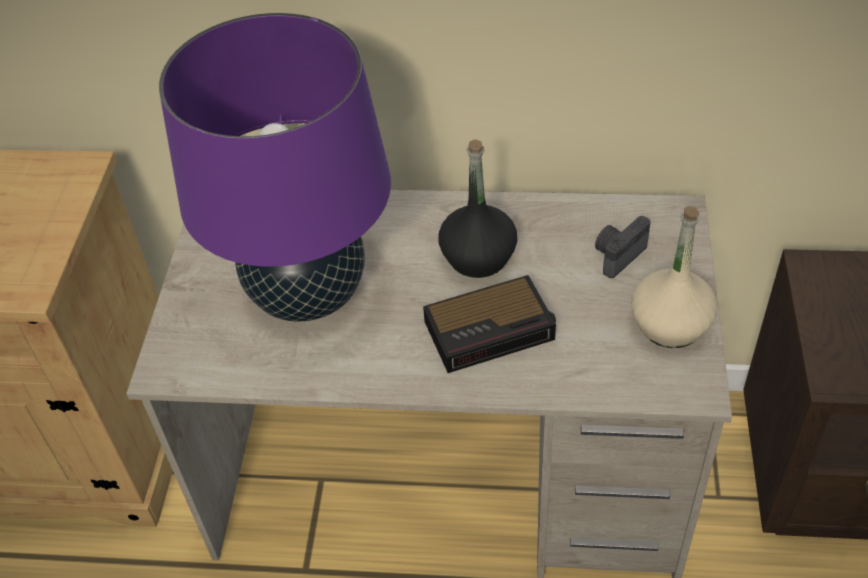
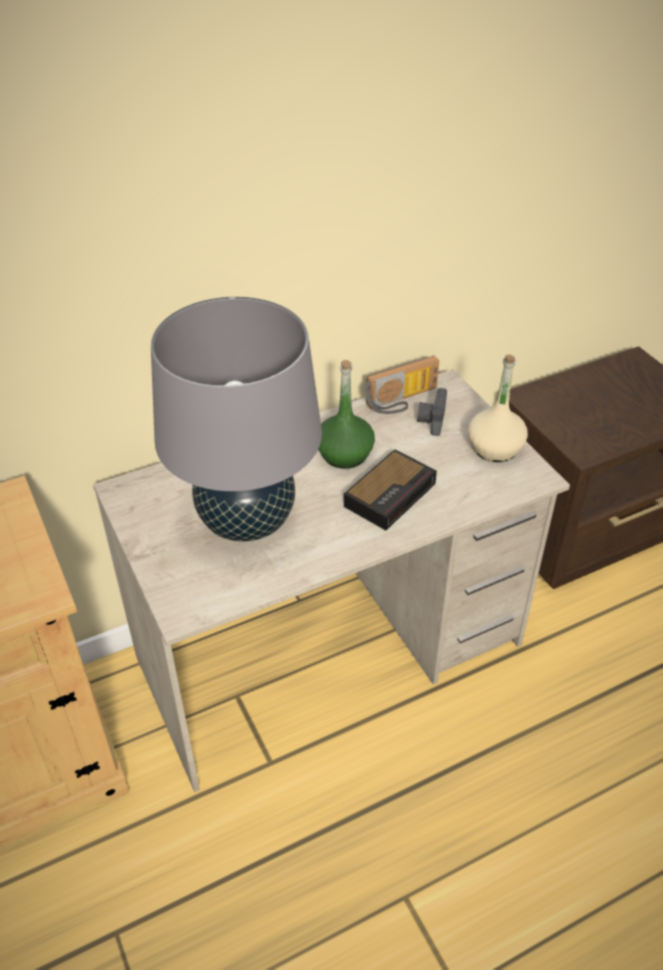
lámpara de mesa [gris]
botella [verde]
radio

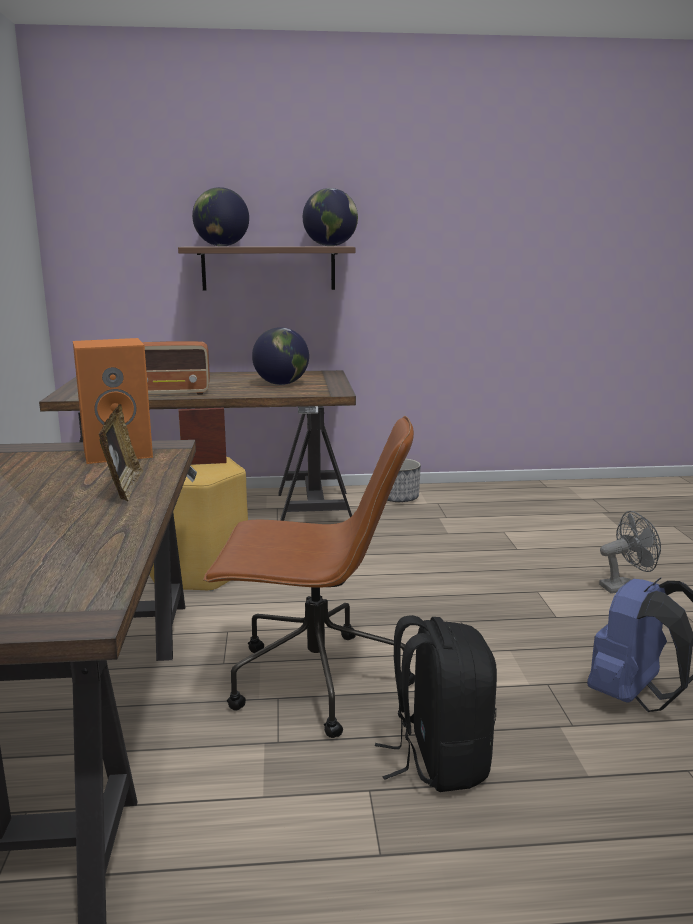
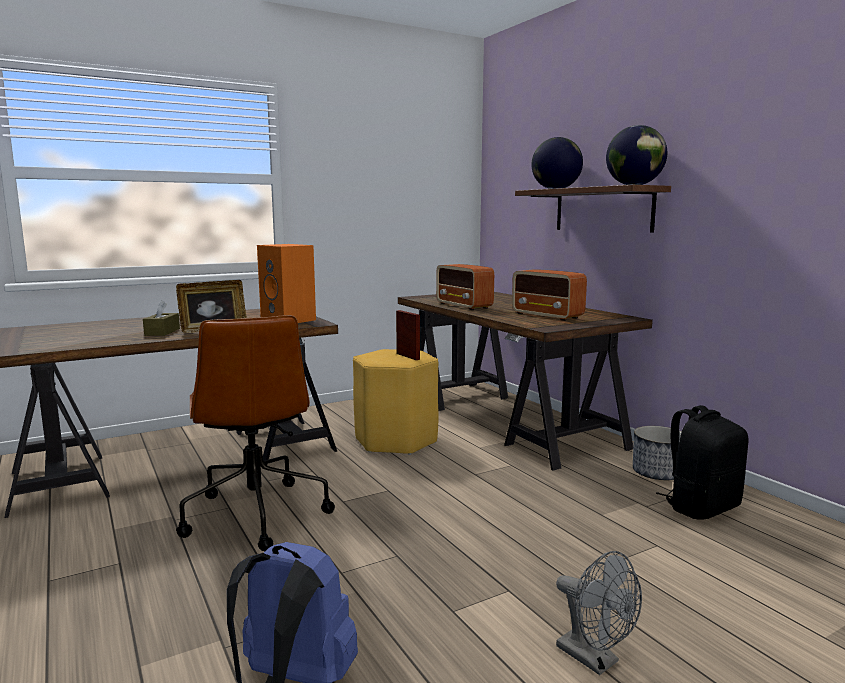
radio (no. 2 from left)
mochila [negro]
caja de pañuelos [marrón]

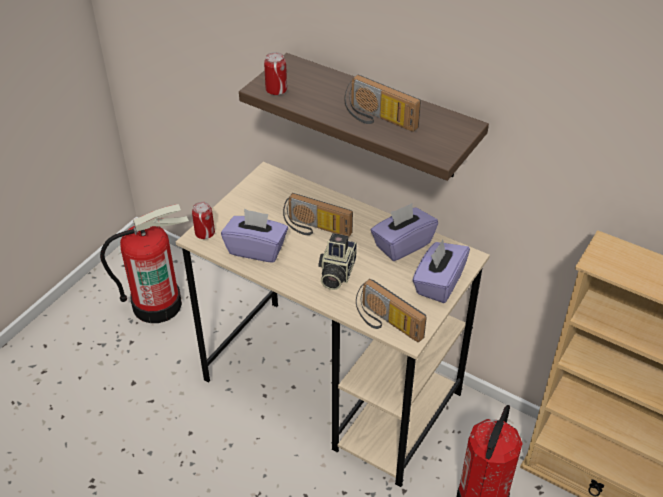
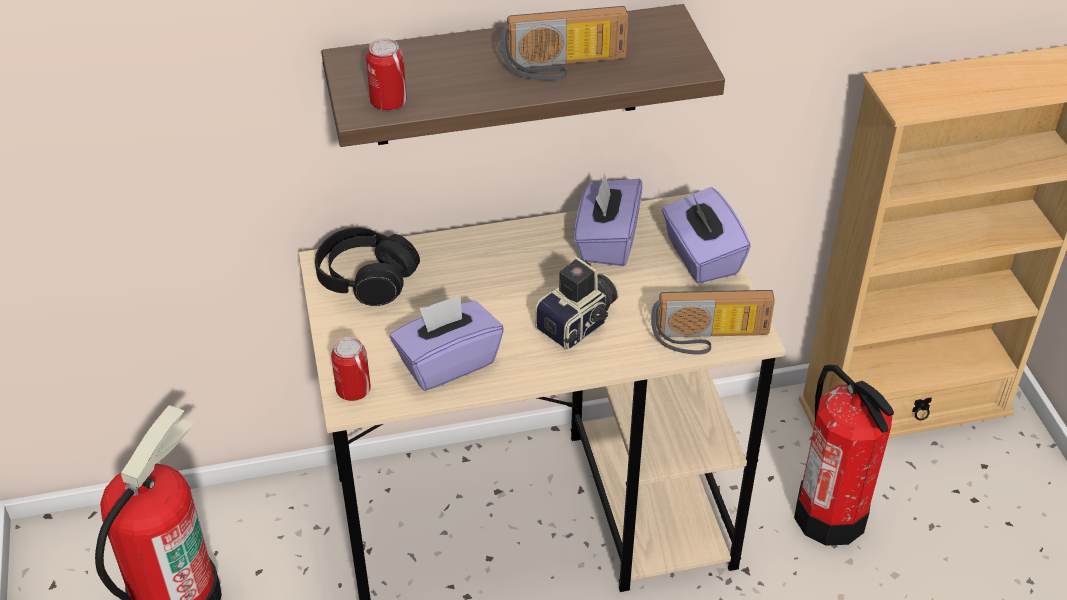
radio (no. 1 from left in the first image)
cámara
auriculares [negro]

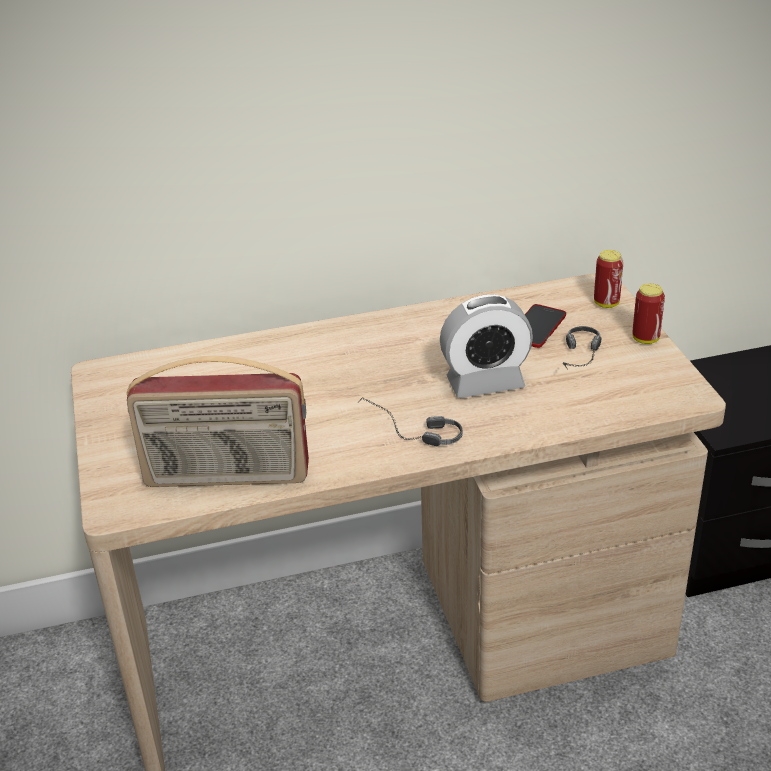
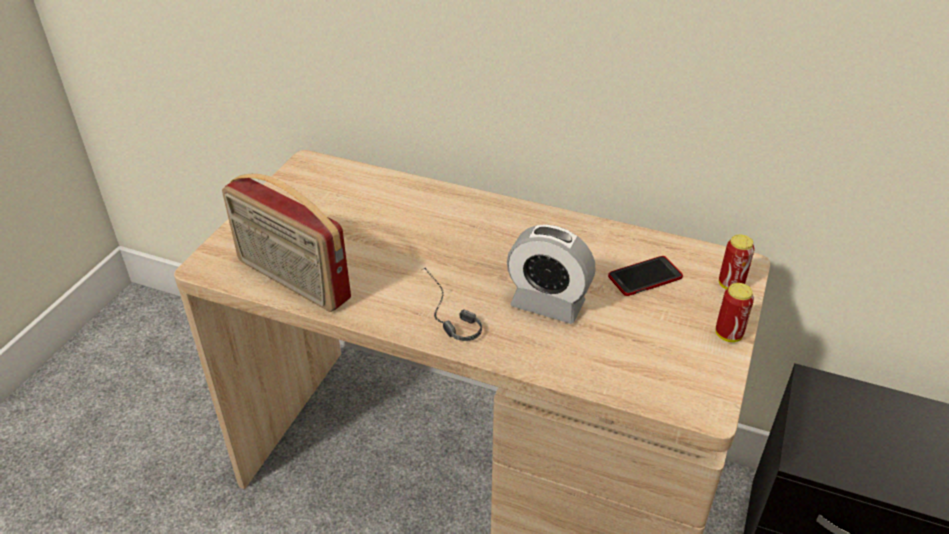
auriculares (no. 2 from left in the first image)

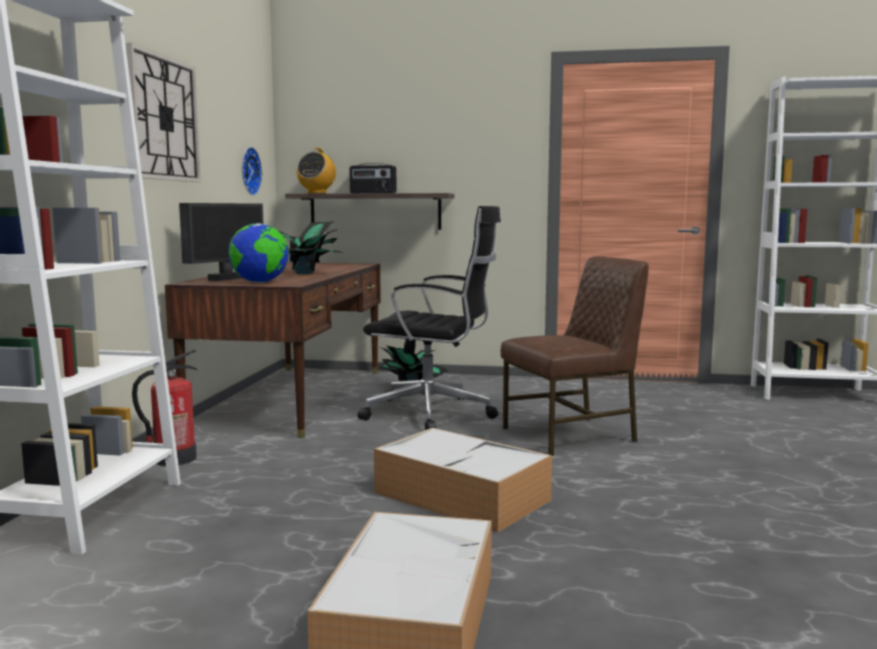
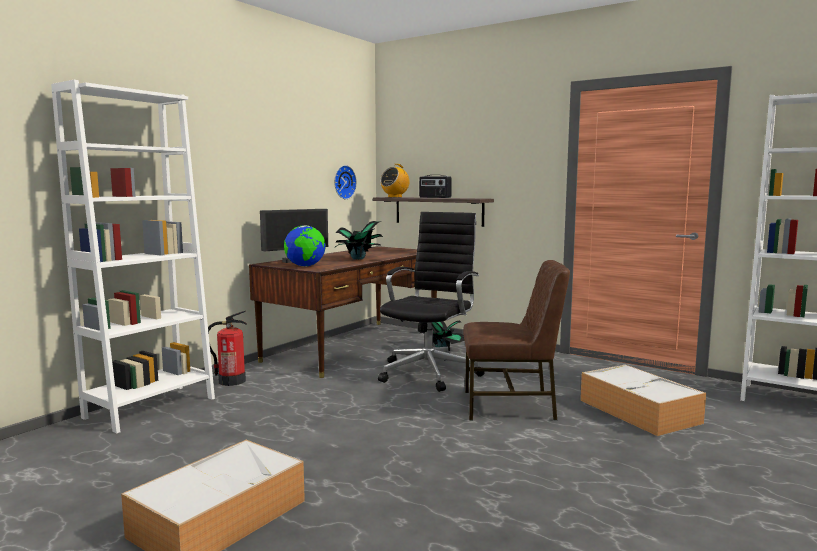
reloj de pared (no. 1 from left in the first image)
silla de oficina [negro]
caja de almacenaje (no. 2 from left)

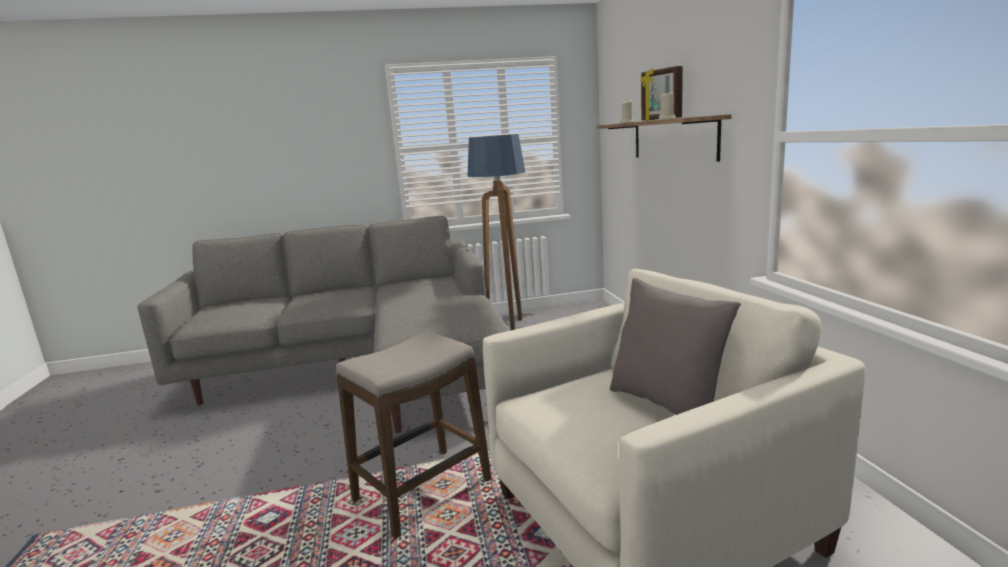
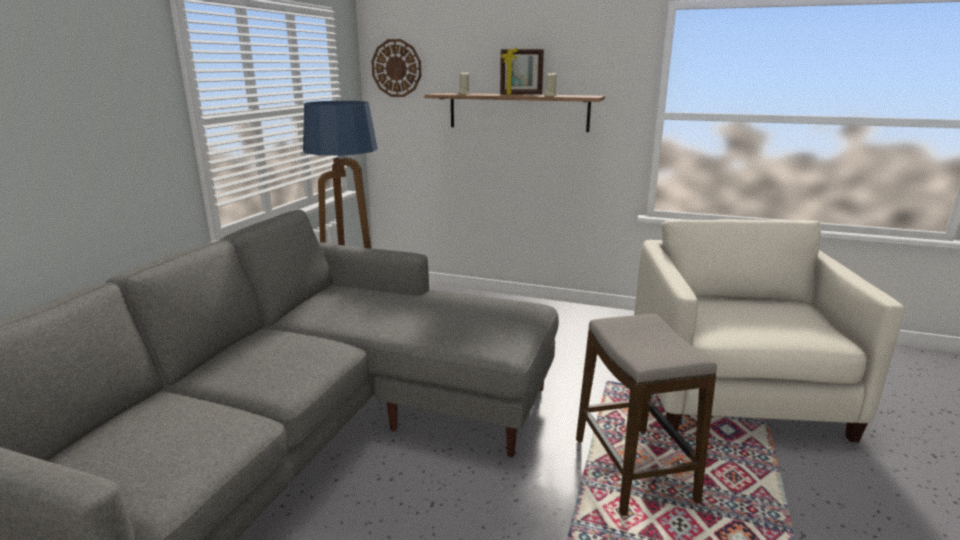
cojín [gris]
reloj de pared

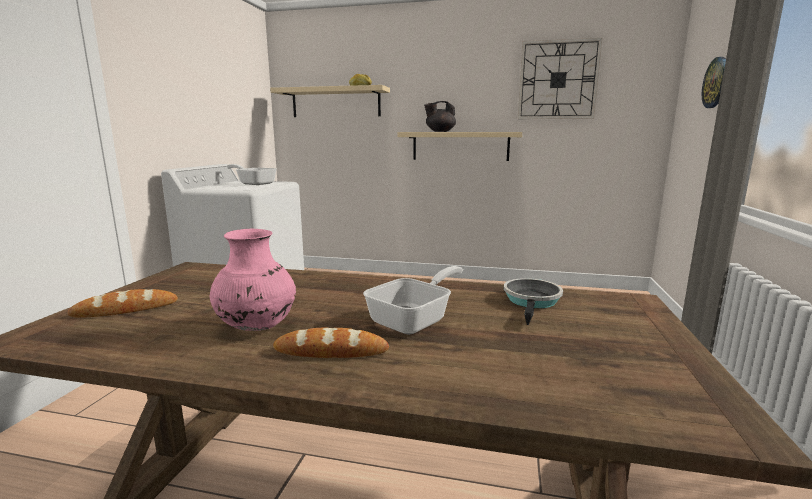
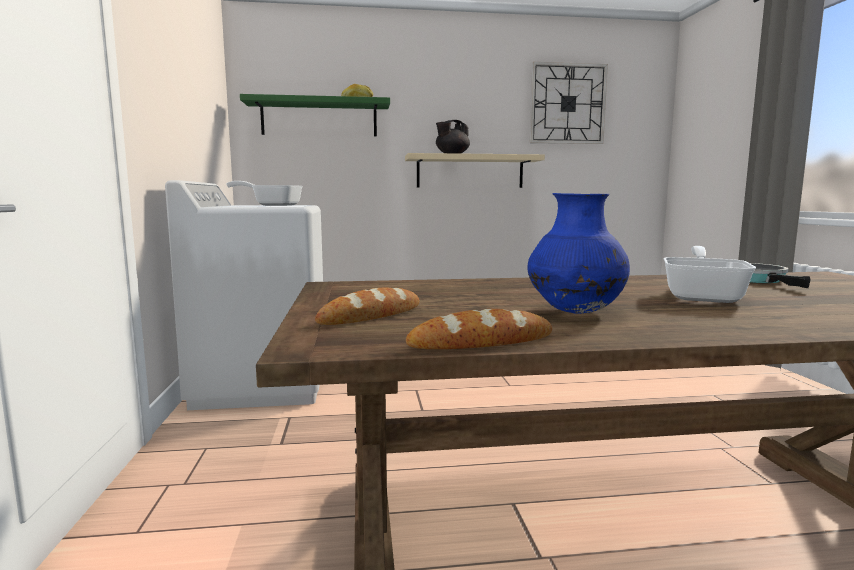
reloj de pared (no. 2 from left in the first image)
estante [verde]
florero [azul]
pan (no. 3 from left)

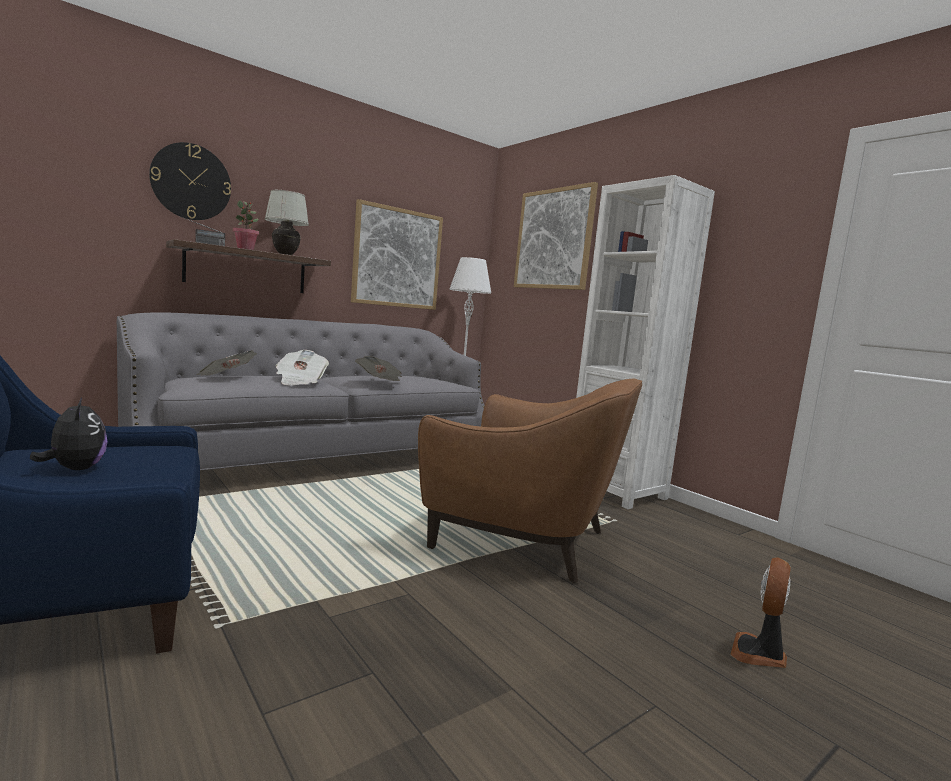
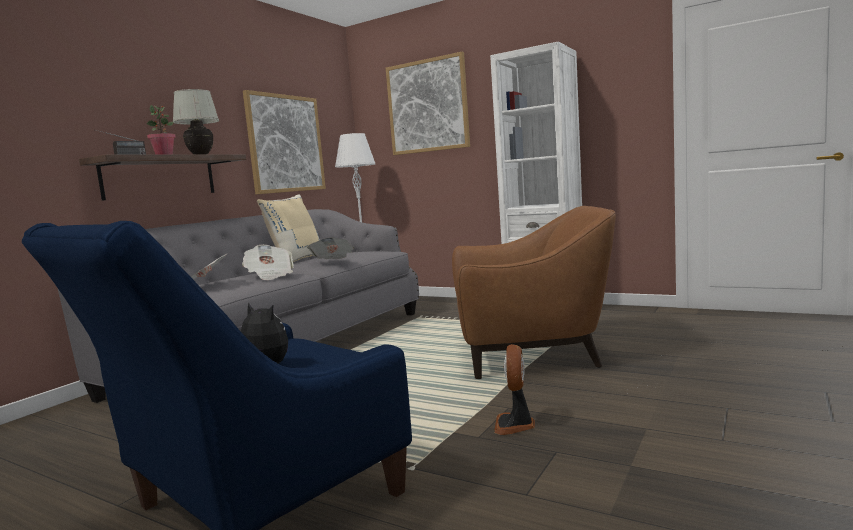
reloj de pared
ventilador
cojín [beis]

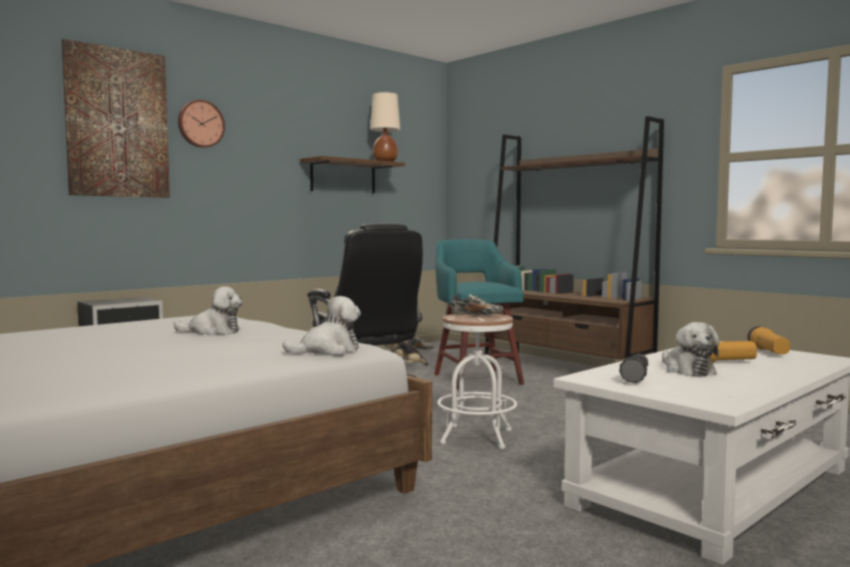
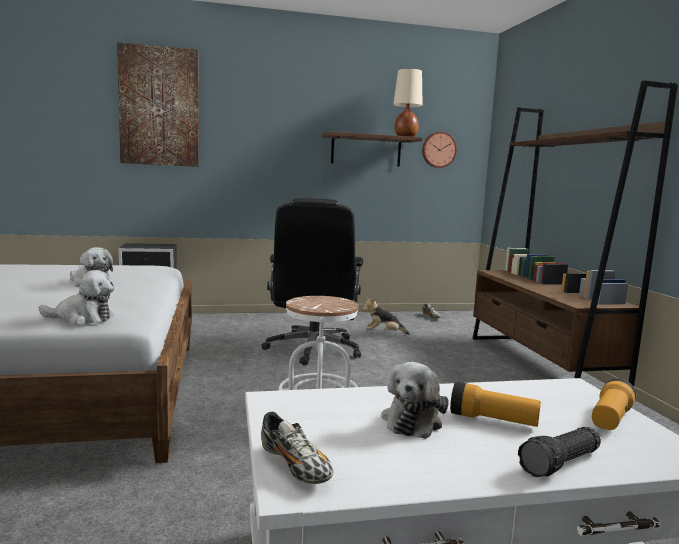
reloj de pared
taburete [turquesa]
zapato (no. 1 from left)
linterna (no. 2 from left)

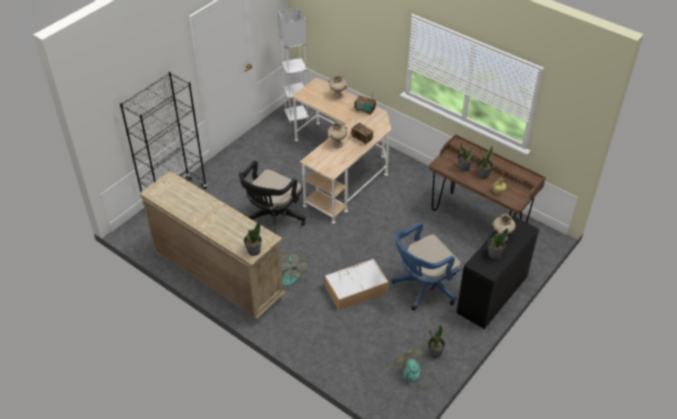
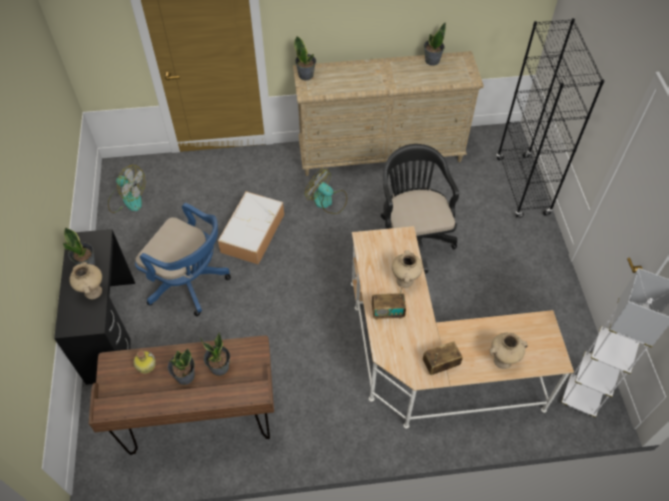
silla de oficina [azul]
planta en maceta (no. 5 from left)

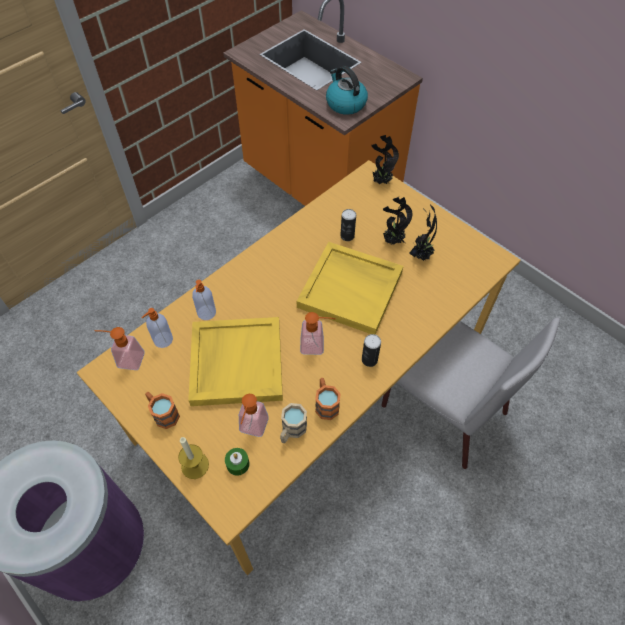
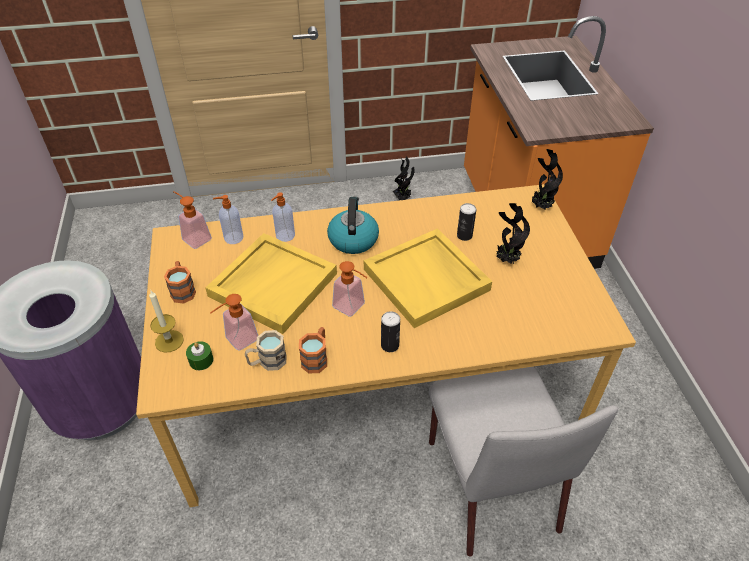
hervidor
planta en maceta (no. 1 from left)

